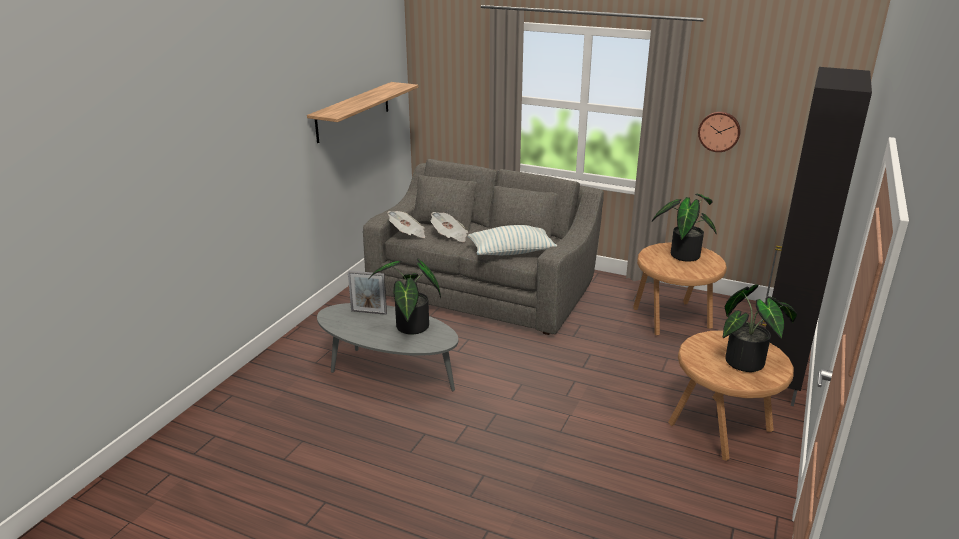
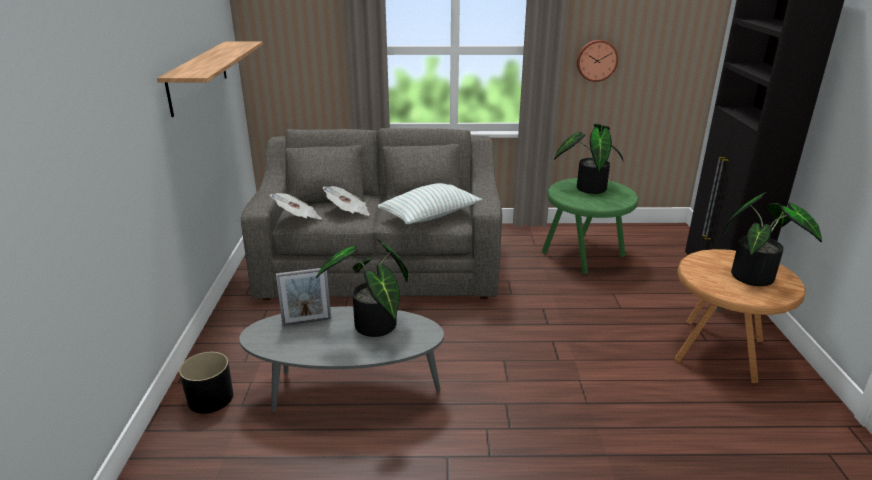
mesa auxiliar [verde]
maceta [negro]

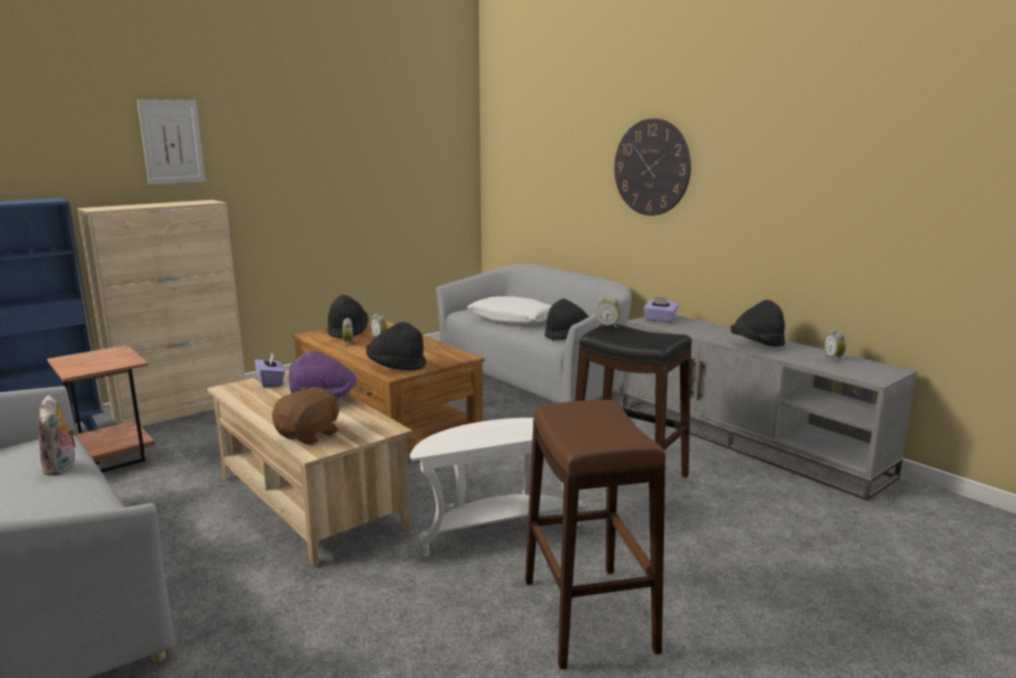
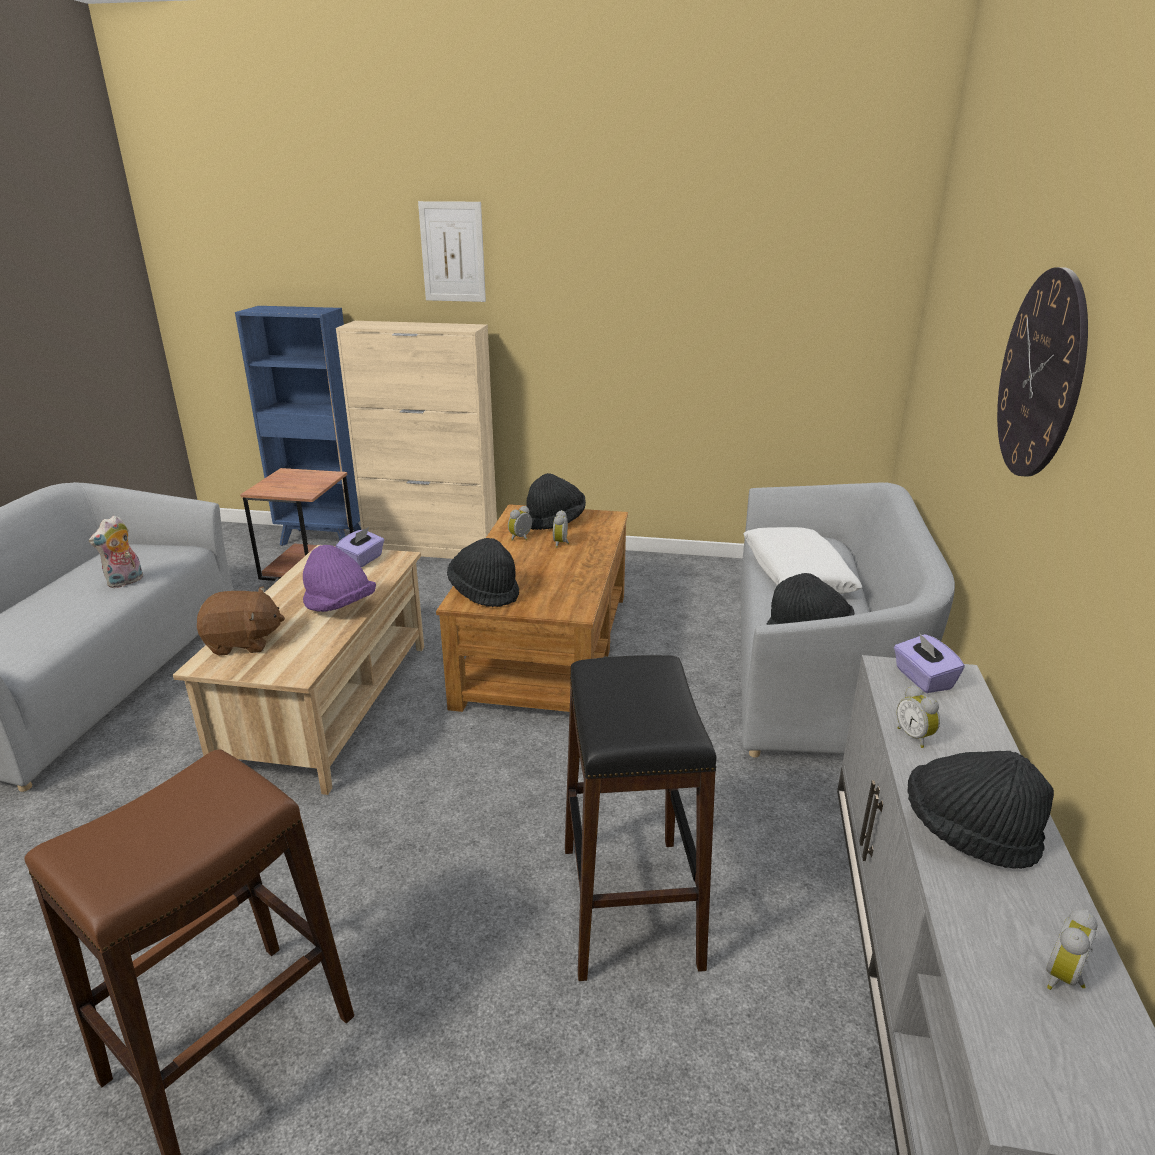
despertador (no. 3 from left)
mesa auxiliar [blanco]

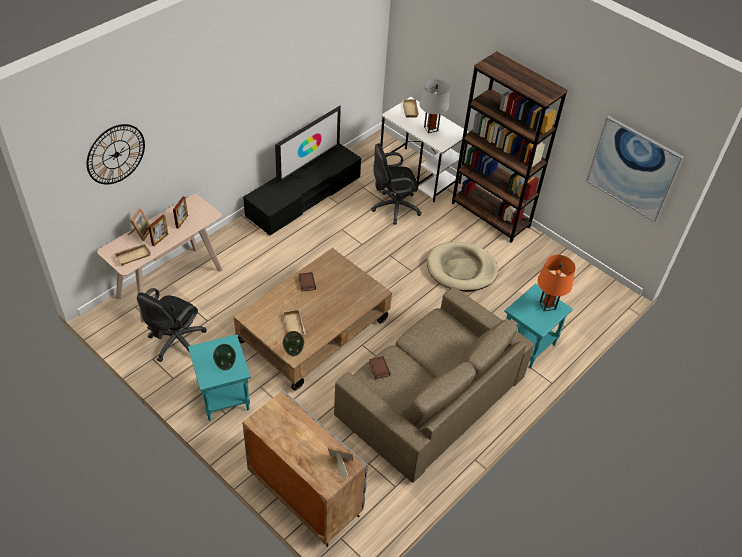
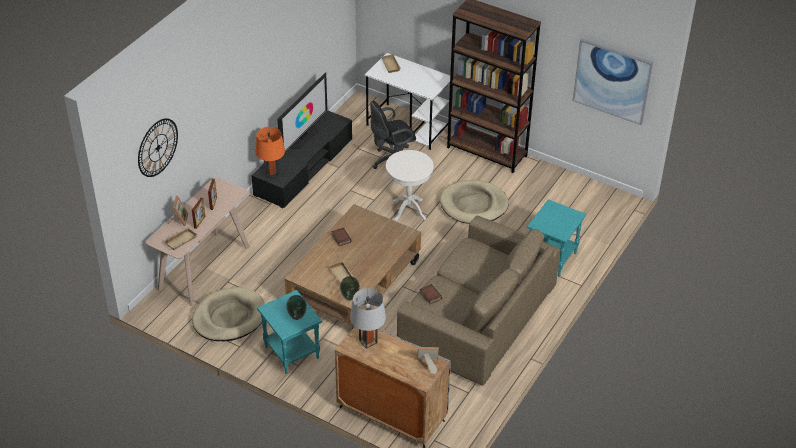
lámpara de mesa [gris]
lámpara de mesa [naranja]
cama para perro [beis] (no. 1 from left)
mesa auxiliar [blanco]

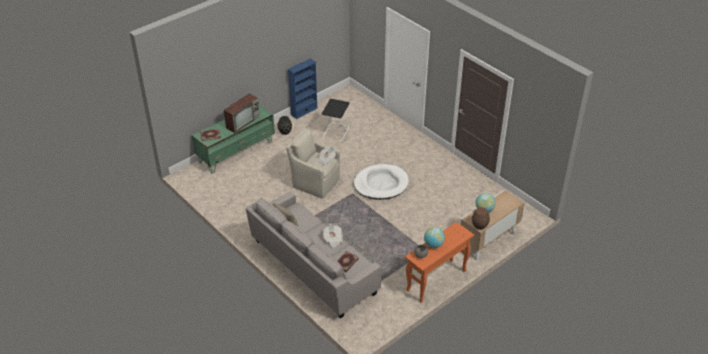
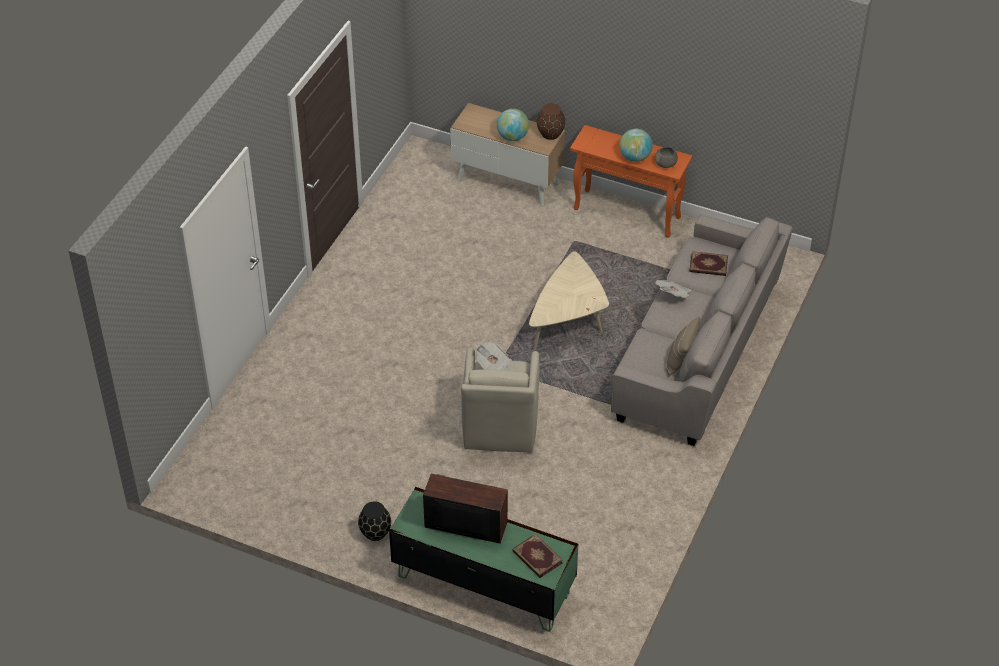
estantería [azul]
mesa auxiliar [negro]
cama para perro [blanco]
mesa de centro [beis]

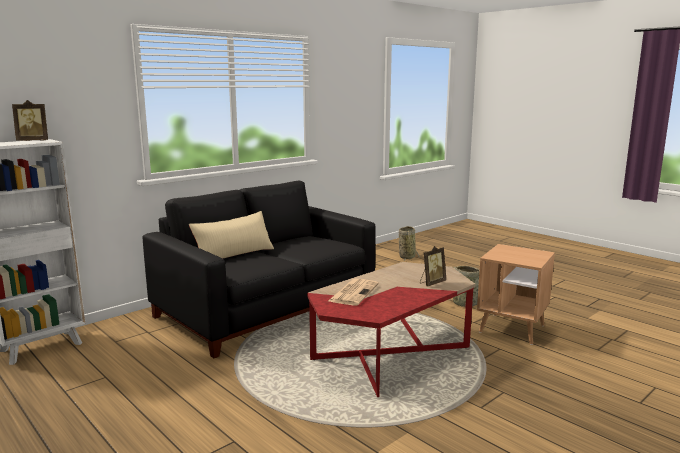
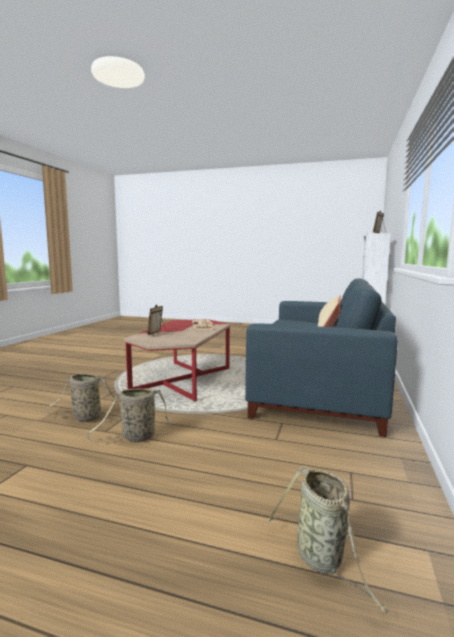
sofá [azul]
cesta (no. 1 from left)

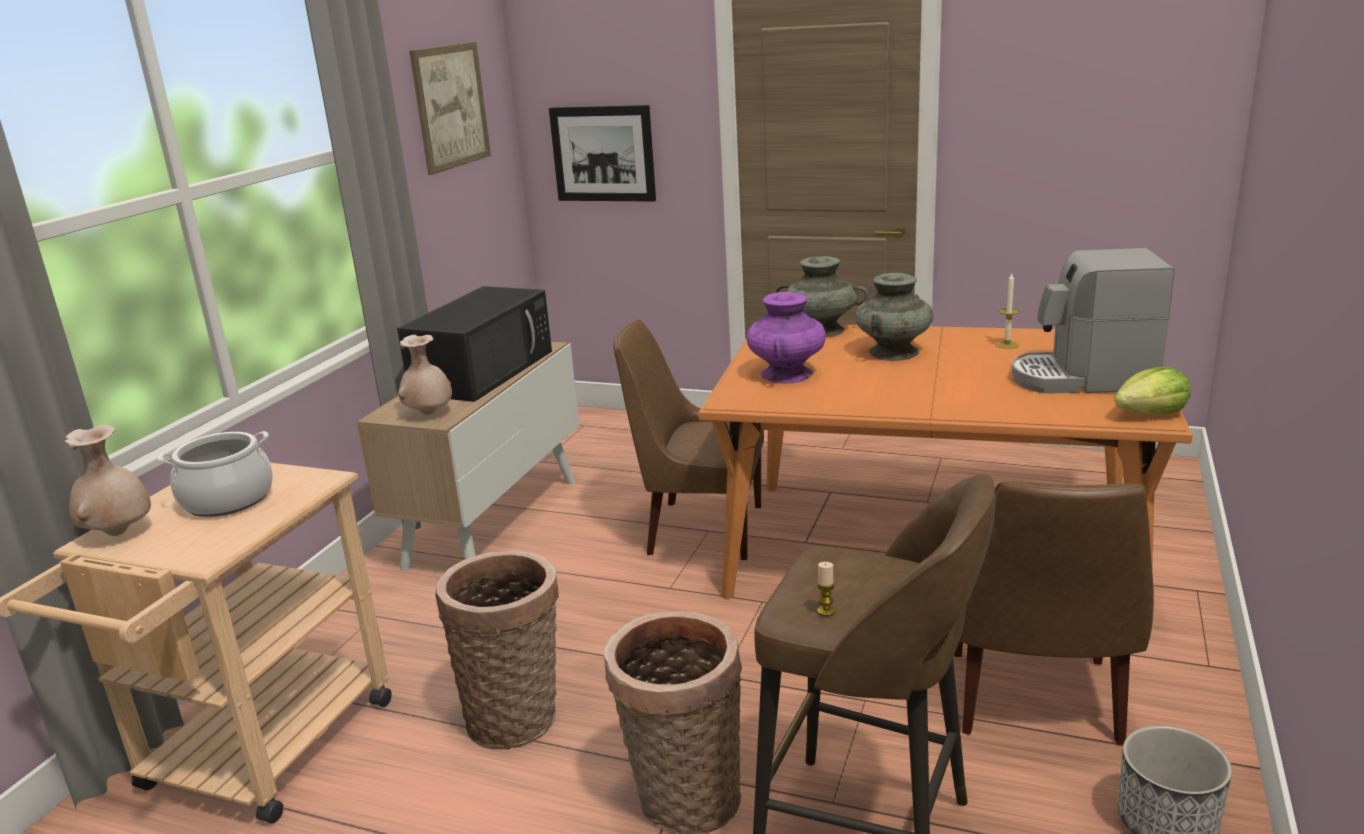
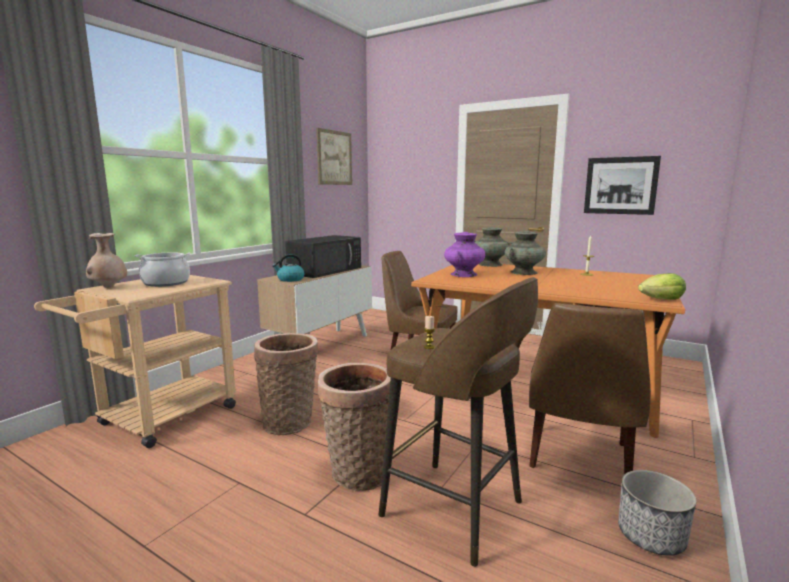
cuadro (no. 2 from left)
cafetera
hervidor

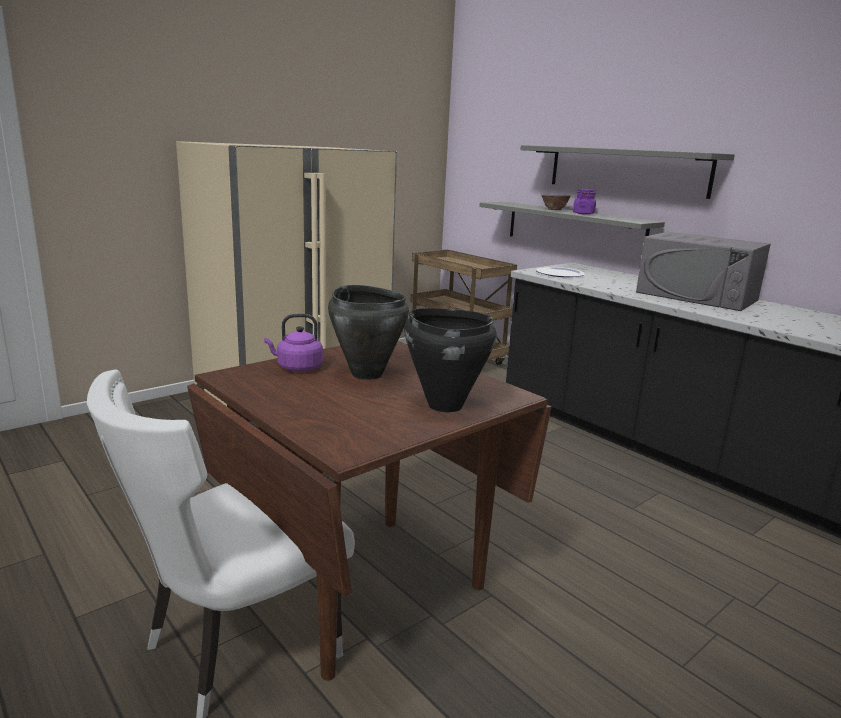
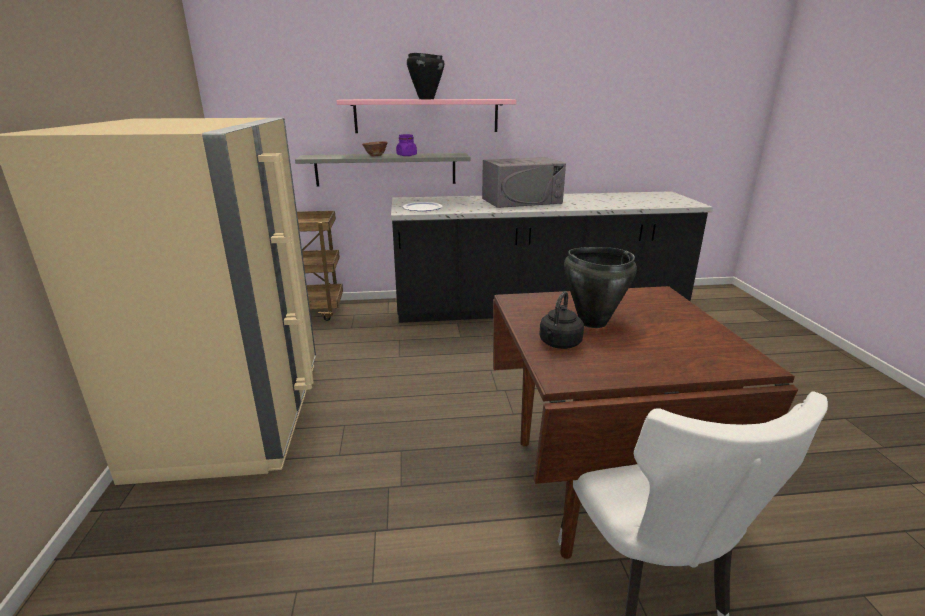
estante [rosa]
olla [negro] (no. 1 from left)
hervidor [negro]

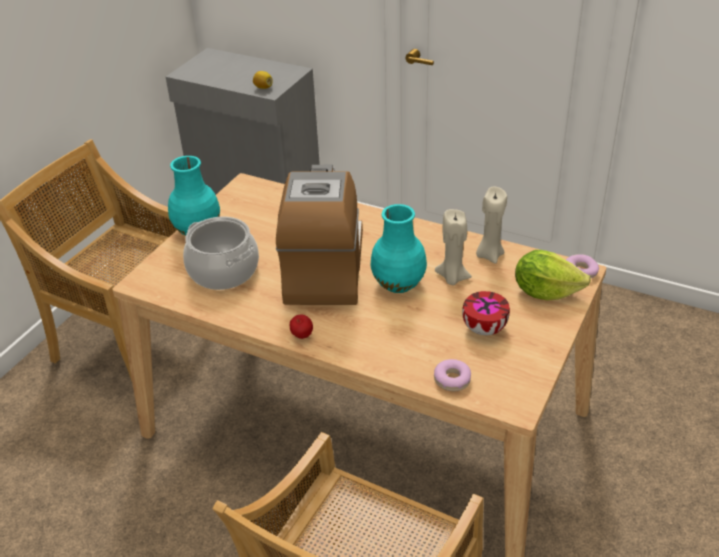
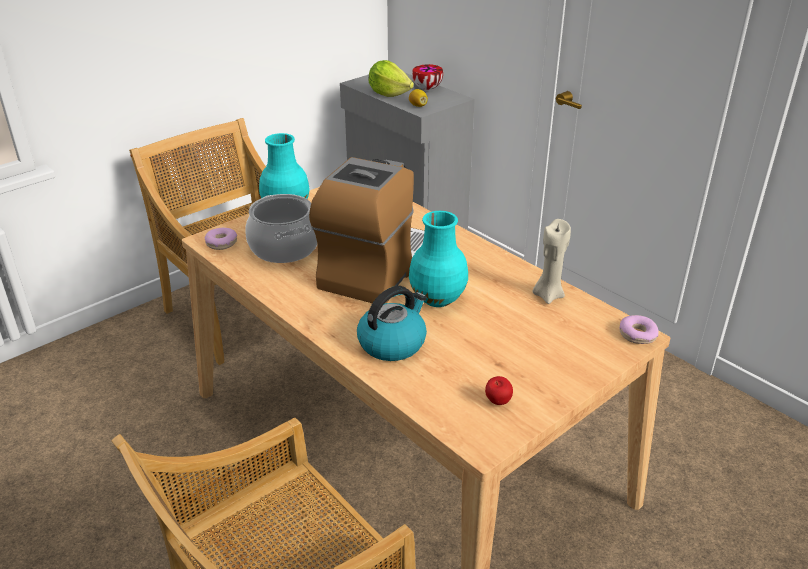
vela [beis] (no. 1 from left in the first image)
lechuga
cuenco
manzana
rosquilla (no. 1 from left)
hervidor

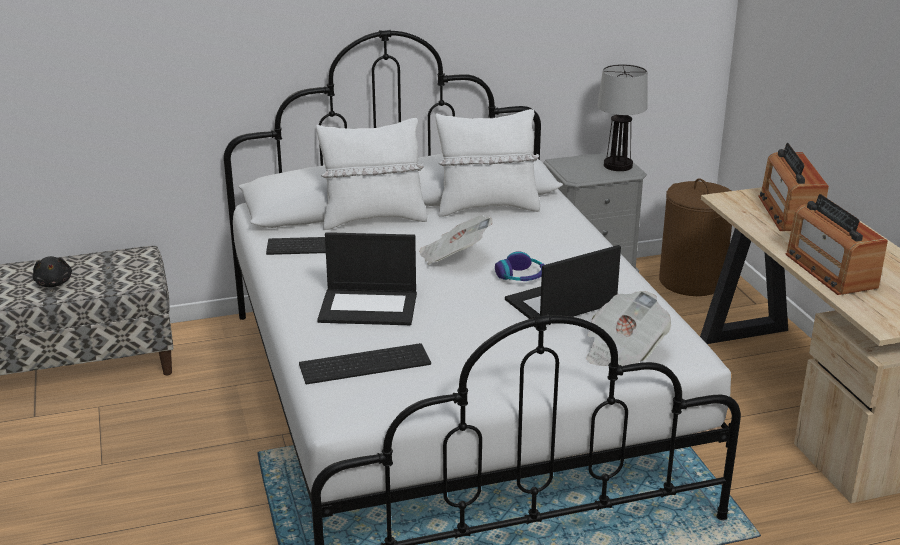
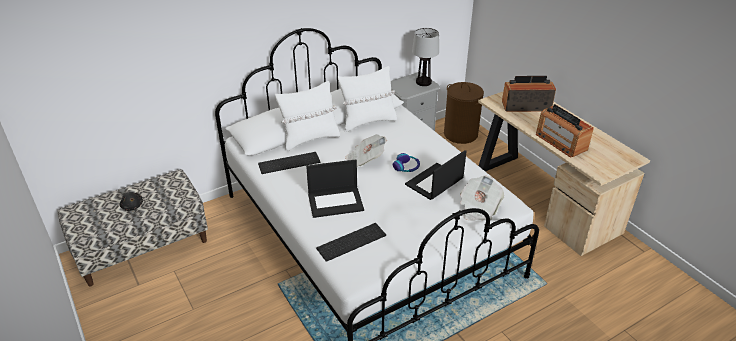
radio (no. 1 from left)

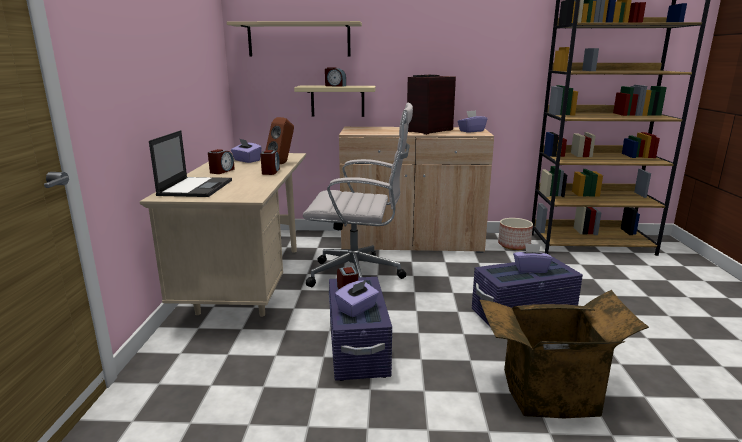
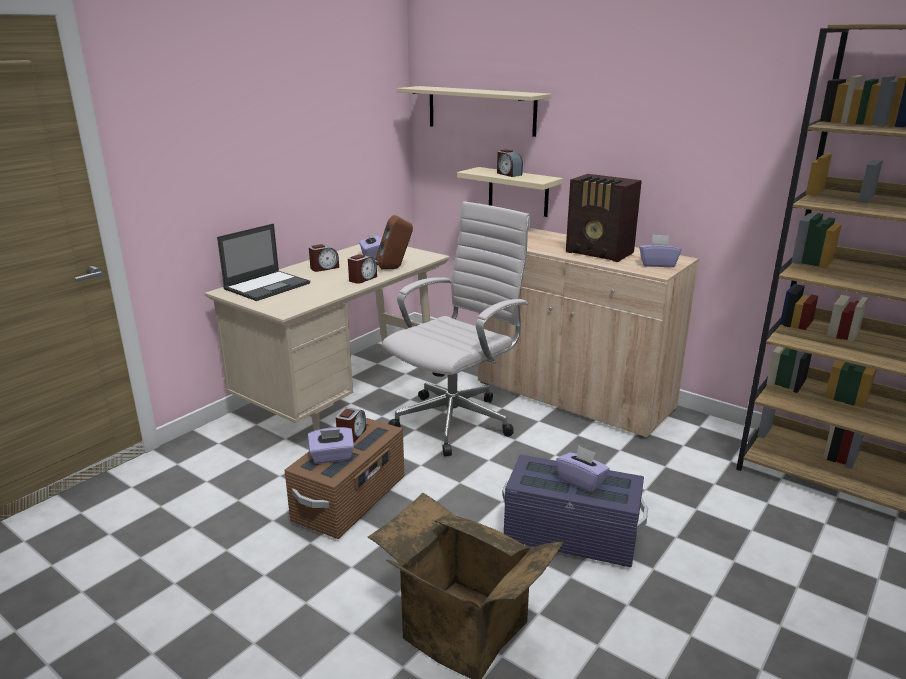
radio
silla de oficina [blanco]
maceta
caja de almacenaje [marrón]

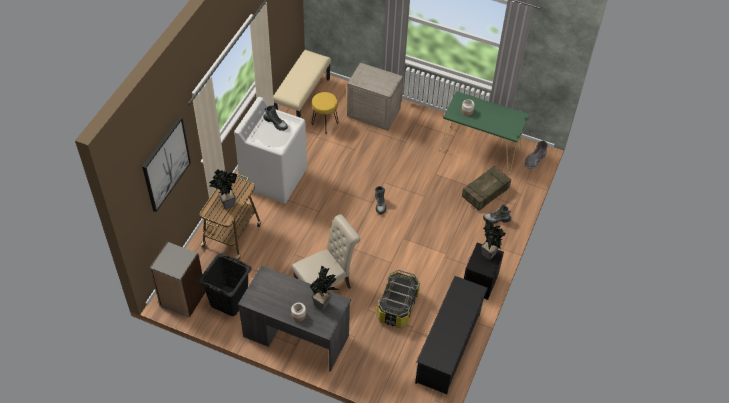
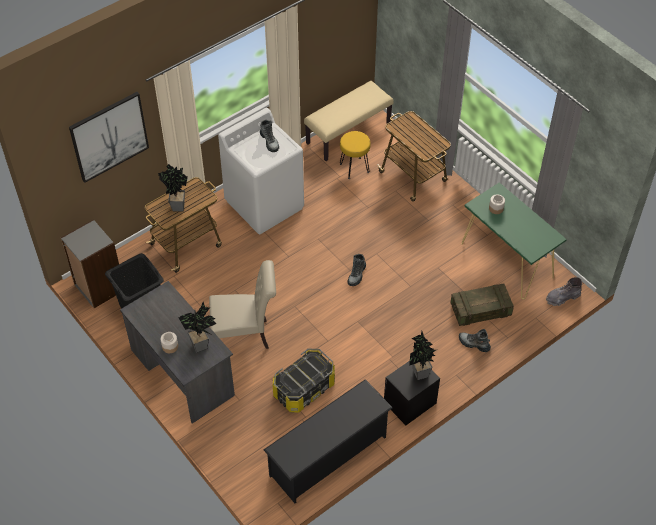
carrito (no. 2 from left)

